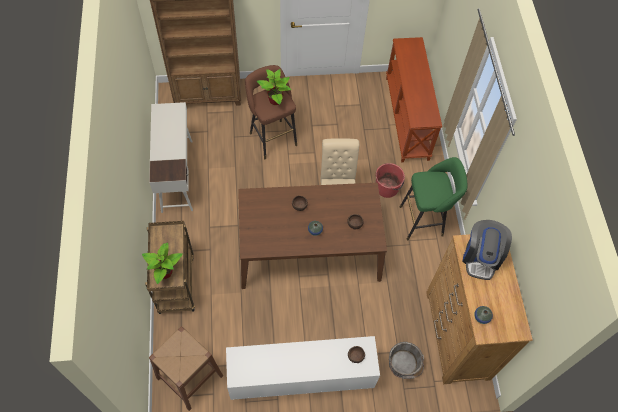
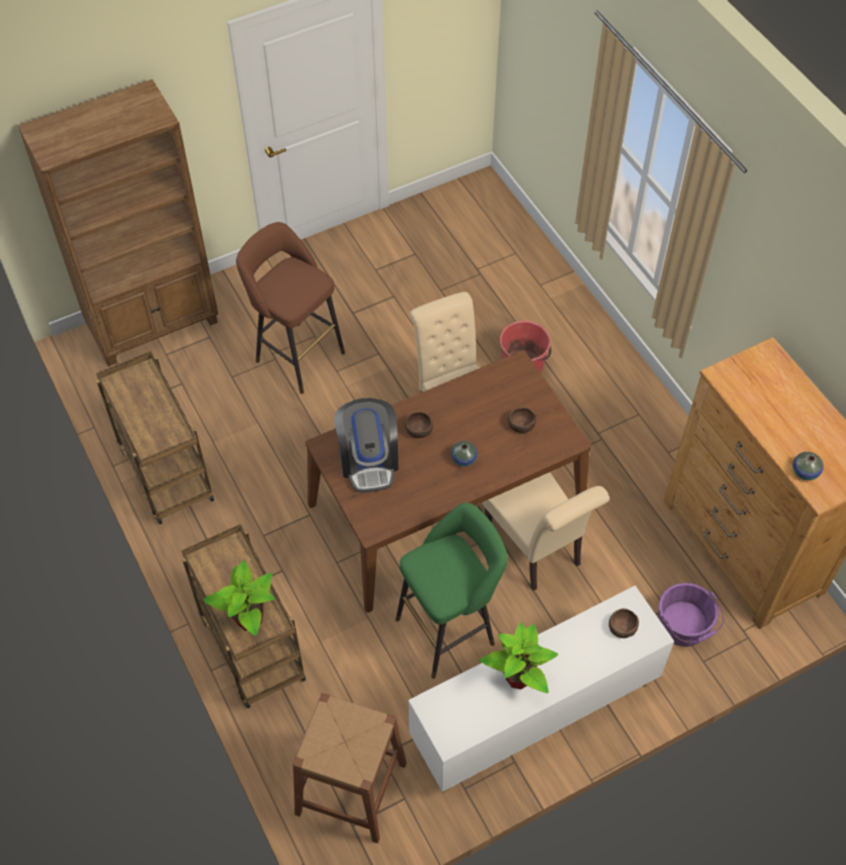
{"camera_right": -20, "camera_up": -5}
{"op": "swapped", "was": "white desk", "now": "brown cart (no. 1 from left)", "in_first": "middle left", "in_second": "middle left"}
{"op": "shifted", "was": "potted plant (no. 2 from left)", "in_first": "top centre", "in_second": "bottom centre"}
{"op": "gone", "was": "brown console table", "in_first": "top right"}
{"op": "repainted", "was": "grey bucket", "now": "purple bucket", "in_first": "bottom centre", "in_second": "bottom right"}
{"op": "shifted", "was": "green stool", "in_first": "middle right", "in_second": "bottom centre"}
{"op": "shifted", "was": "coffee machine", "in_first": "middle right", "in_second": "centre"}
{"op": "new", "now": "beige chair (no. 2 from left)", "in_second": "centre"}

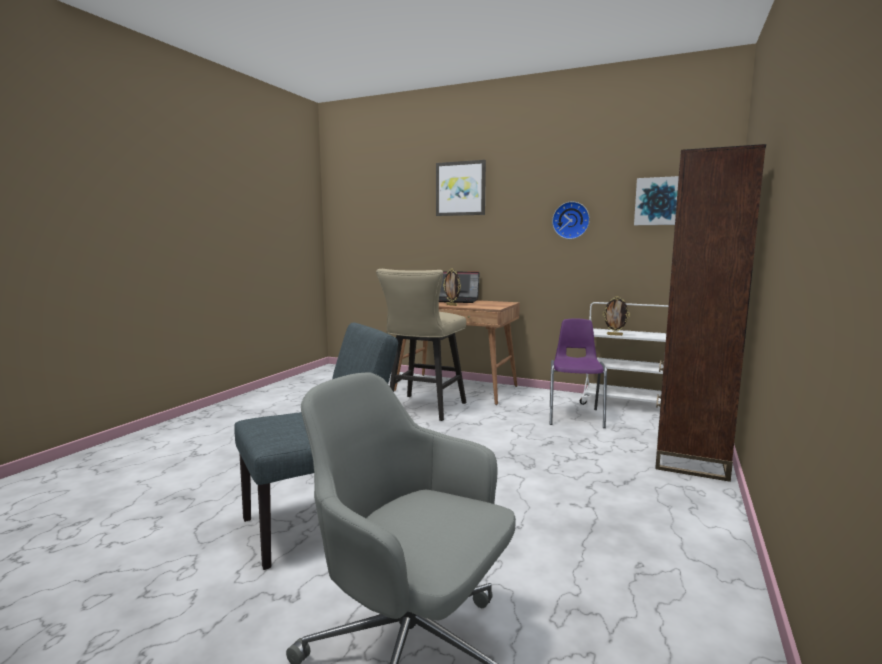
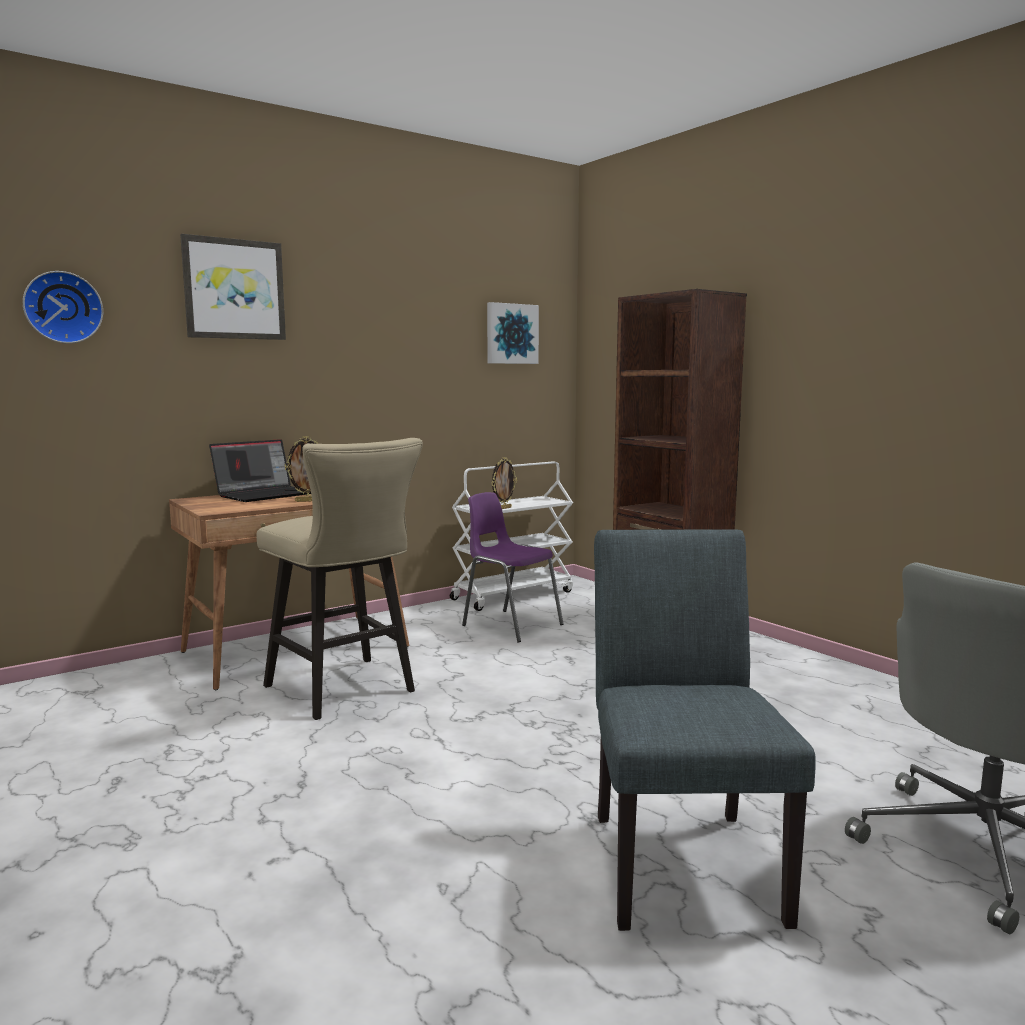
{"camera_right": -60, "camera_up": 0}
{"op": "shifted", "was": "wall clock", "in_first": "top centre", "in_second": "top left"}

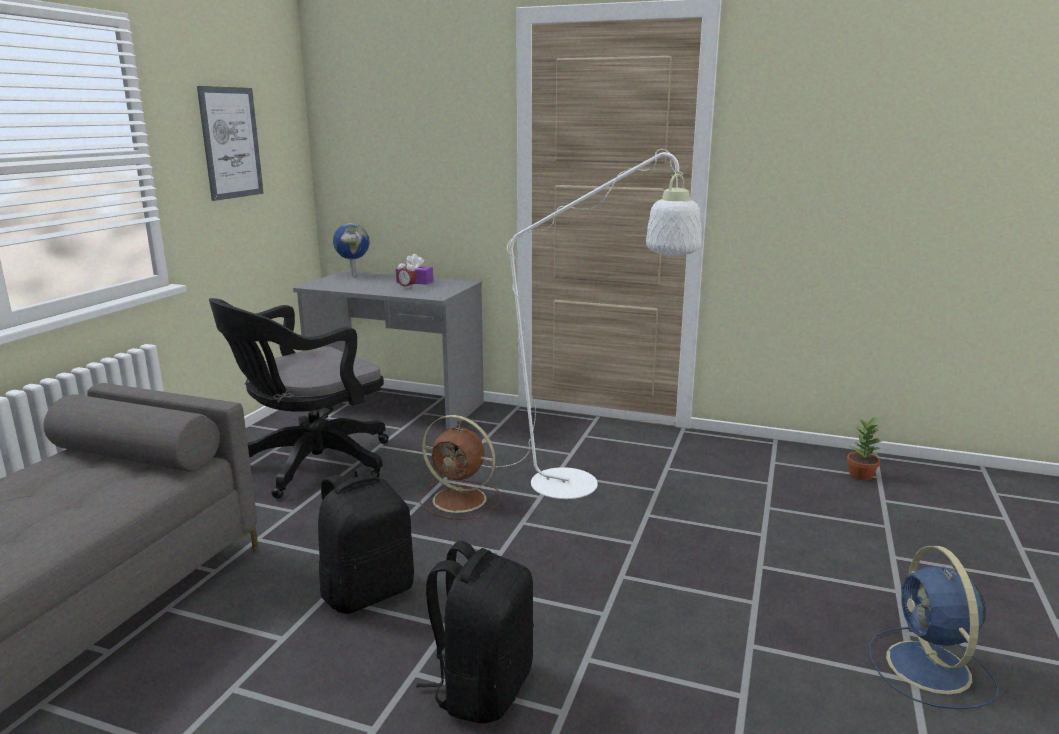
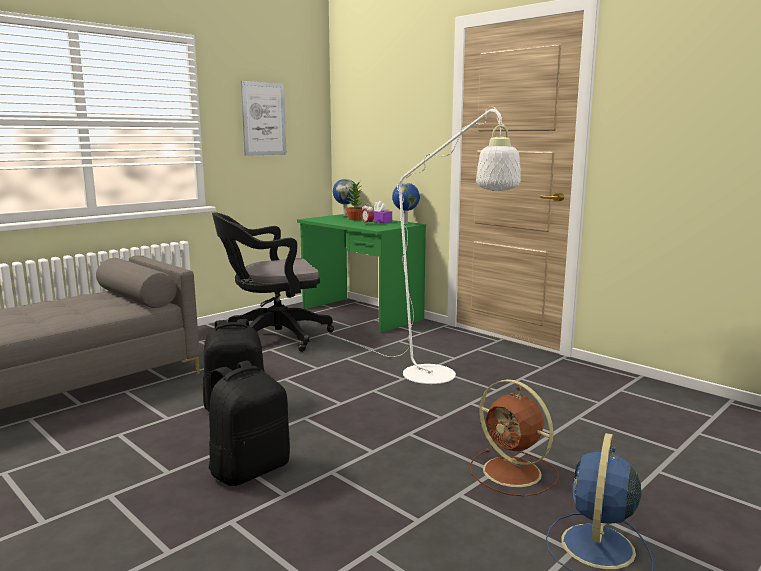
{"camera_right": 25, "camera_up": -5}
{"op": "repainted", "was": "grey desk", "now": "green desk", "in_first": "centre", "in_second": "centre"}
{"op": "shifted", "was": "brown fan", "in_first": "centre", "in_second": "bottom right"}
{"op": "shifted", "was": "potted plant", "in_first": "middle right", "in_second": "centre"}
{"op": "new", "now": "globe (no. 2 from left)", "in_second": "centre"}

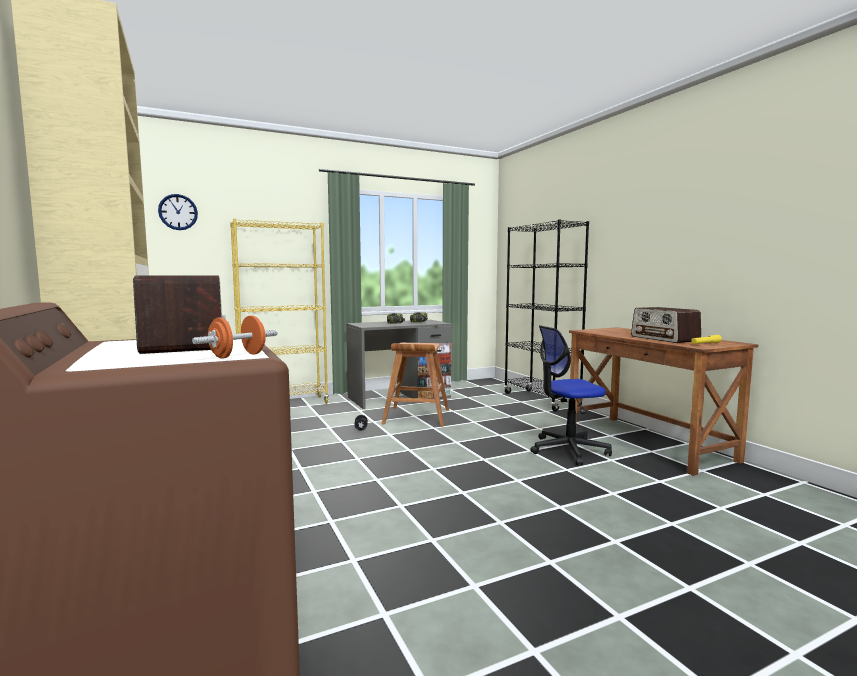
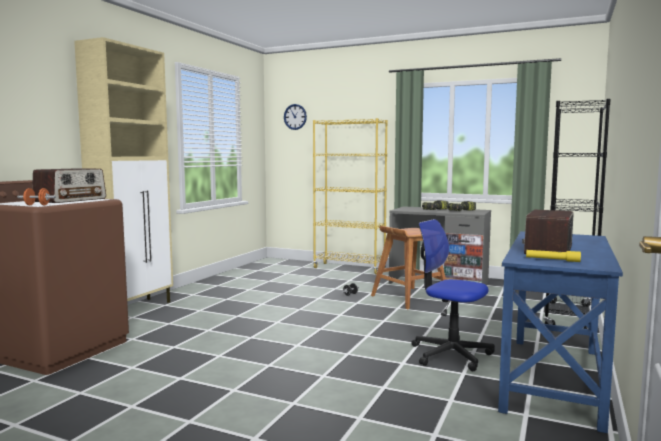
{"camera_right": 50, "camera_up": 0}
{"op": "repainted", "was": "brown desk", "now": "blue desk", "in_first": "middle right", "in_second": "bottom right"}

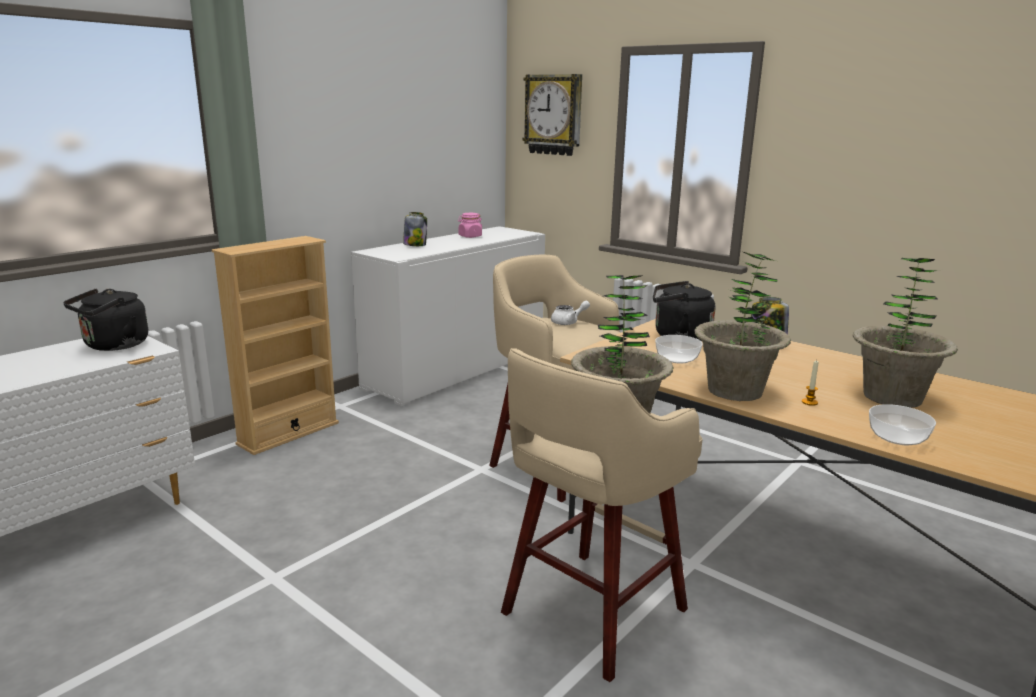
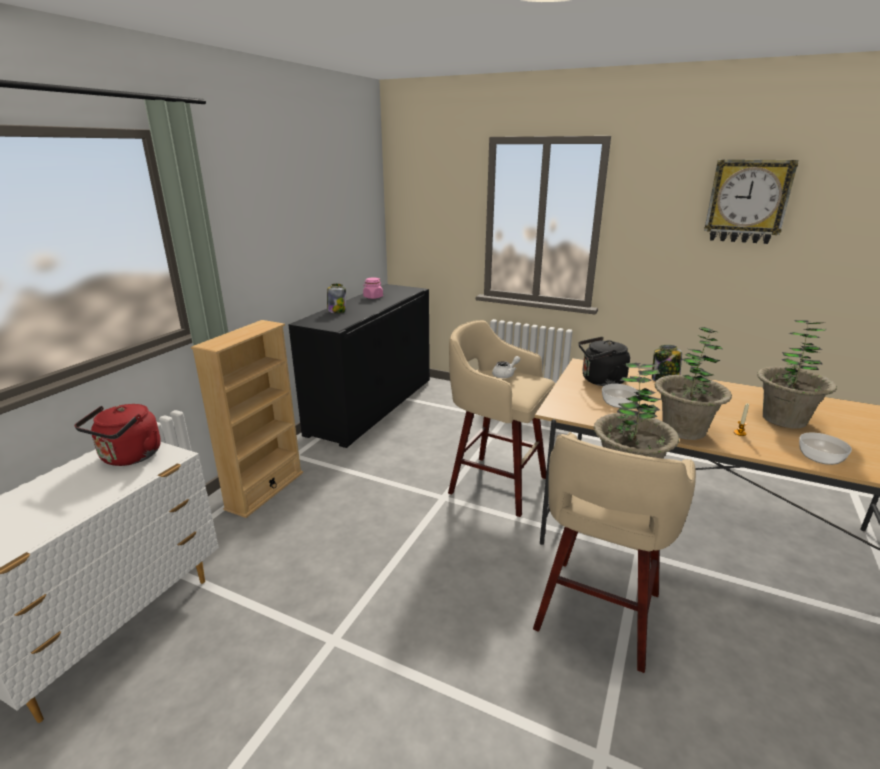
{"camera_right": -15, "camera_up": 5}
{"op": "repainted", "was": "black kettle (no. 1 from left)", "now": "red kettle", "in_first": "middle left", "in_second": "middle left"}
{"op": "repainted", "was": "white cabinet", "now": "black cabinet", "in_first": "centre", "in_second": "centre"}
{"op": "shifted", "was": "wall clock", "in_first": "top centre", "in_second": "top right"}

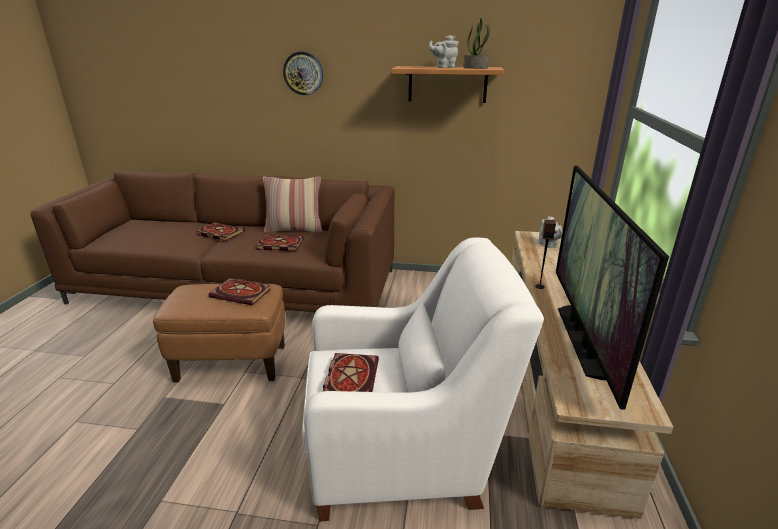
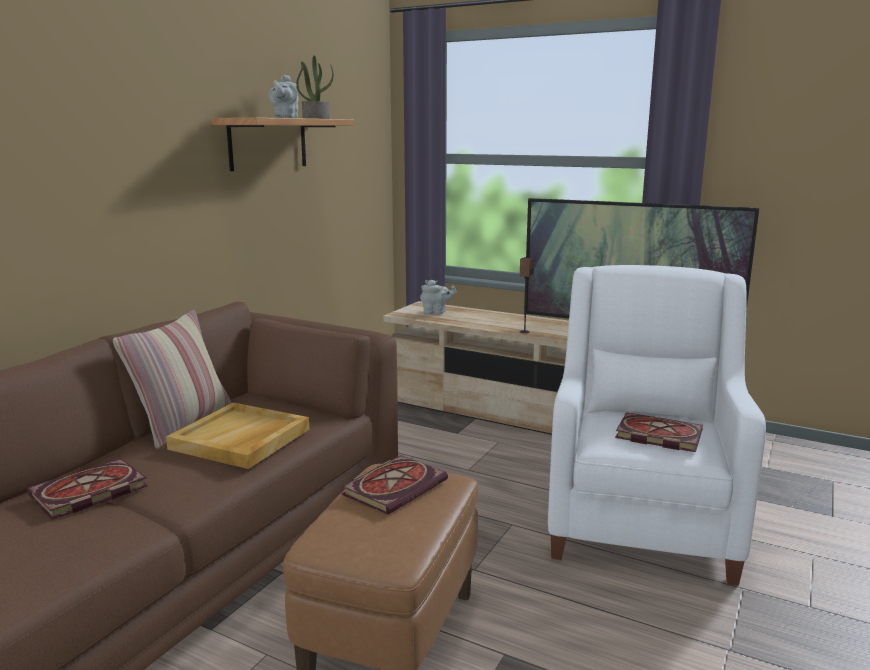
{"camera_right": -70, "camera_up": -10}
{"op": "swapped", "was": "book (no. 3 from left)", "now": "beige tray", "in_first": "centre", "in_second": "middle left"}
{"op": "gone", "was": "wall clock", "in_first": "top centre"}

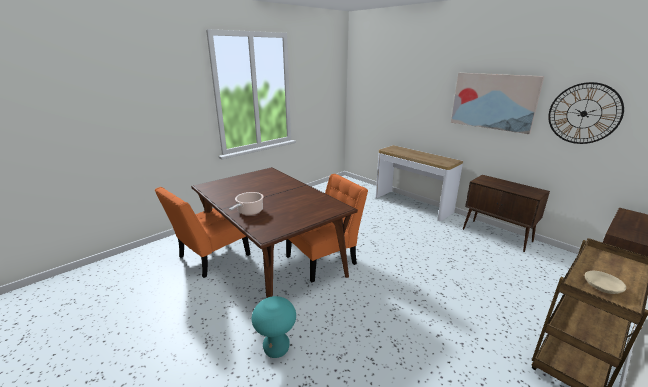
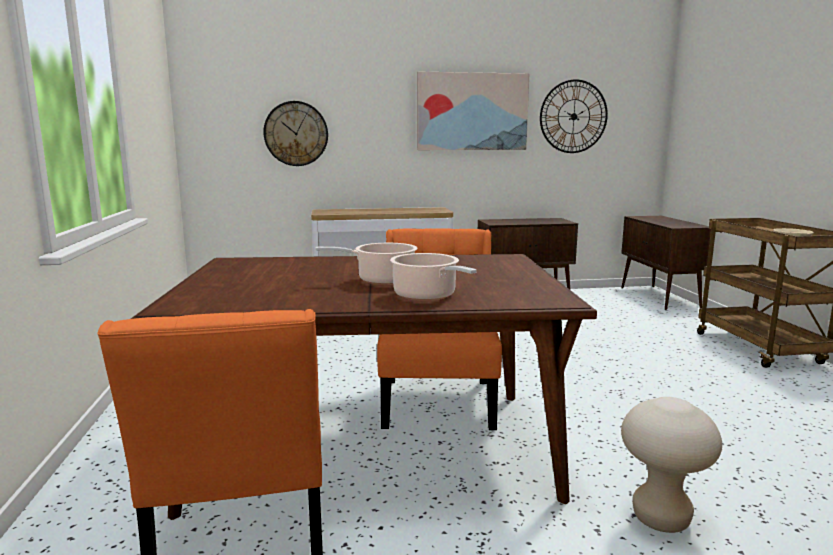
{"camera_right": -55, "camera_up": -10}
{"op": "repainted", "was": "turquoise stool", "now": "beige stool", "in_first": "bottom centre", "in_second": "bottom right"}
{"op": "new", "now": "wall clock (no. 1 from left)", "in_second": "top centre"}
{"op": "new", "now": "cooking pot (no. 1 from left)", "in_second": "centre"}

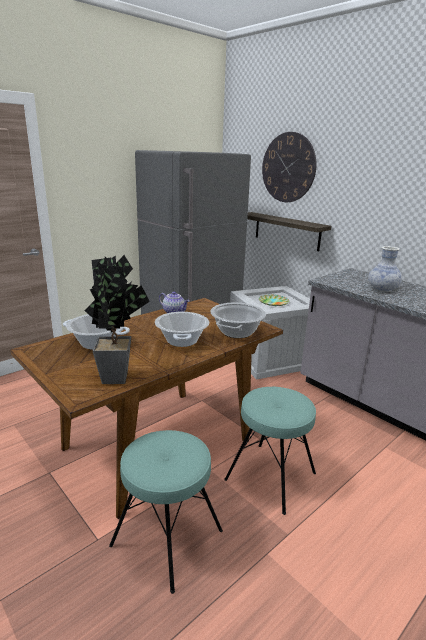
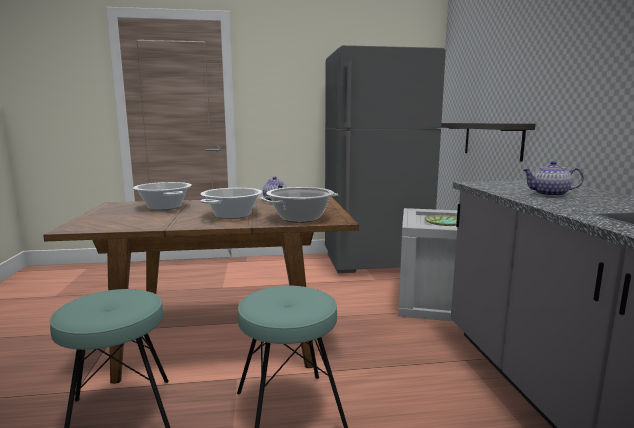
{"camera_right": 35, "camera_up": -10}
{"op": "gone", "was": "potted plant", "in_first": "middle left"}
{"op": "gone", "was": "wall clock", "in_first": "top right"}
{"op": "swapped", "was": "vase", "now": "teapot (no. 2 from left)", "in_first": "middle right", "in_second": "middle right"}

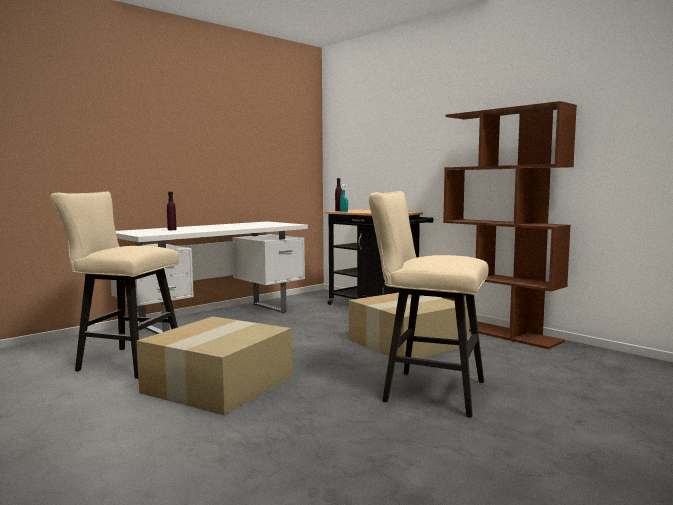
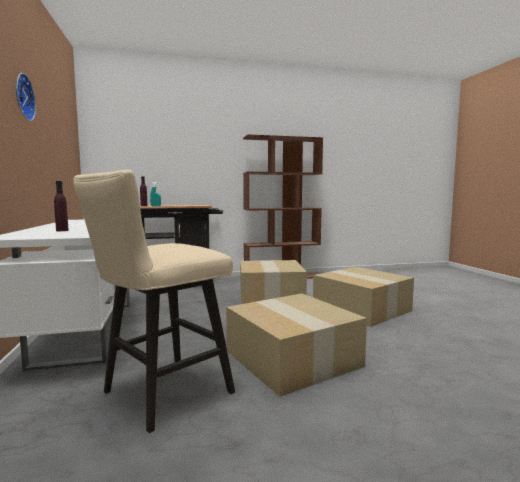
{"camera_right": -60, "camera_up": 0}
{"op": "swapped", "was": "beige stool (no. 2 from left)", "now": "cardboard box (no. 3 from left)", "in_first": "centre", "in_second": "middle right"}
{"op": "new", "now": "wall clock", "in_second": "top left"}

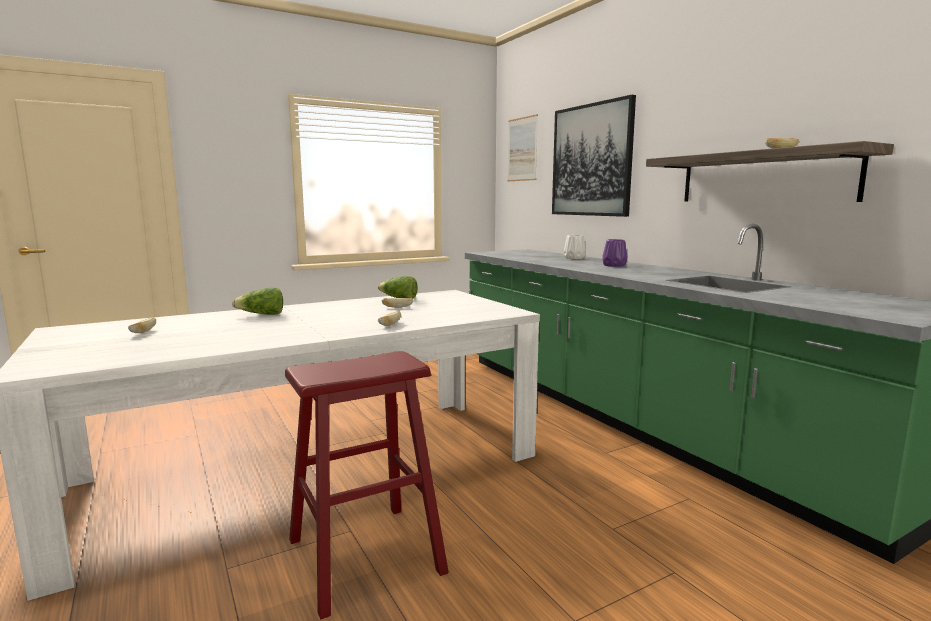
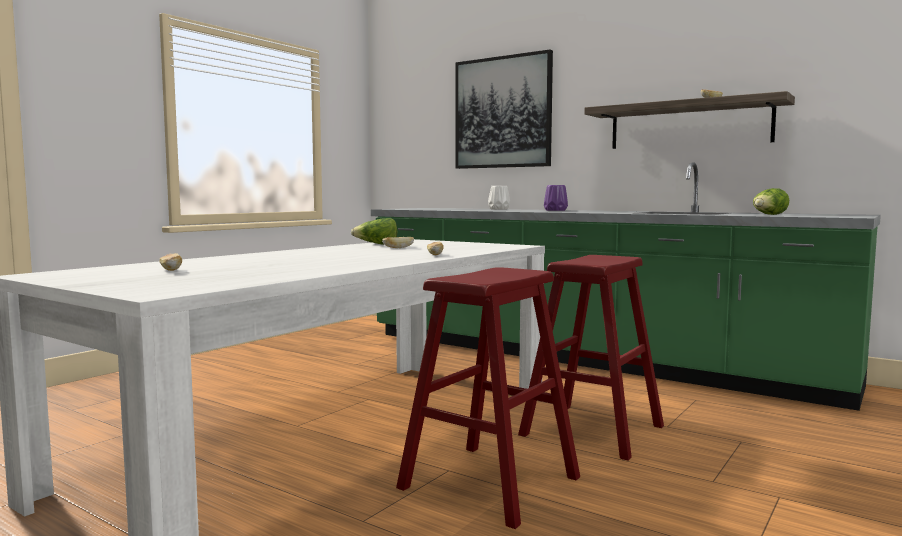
{"camera_right": -25, "camera_up": -5}
{"op": "shifted", "was": "lettuce (no. 1 from left in the first image)", "now": "lettuce (no. 2 from left)", "in_first": "middle left", "in_second": "middle right"}
{"op": "gone", "was": "picture (no. 1 from left)", "in_first": "top centre"}
{"op": "new", "now": "red stool (no. 2 from left)", "in_second": "bottom centre"}

